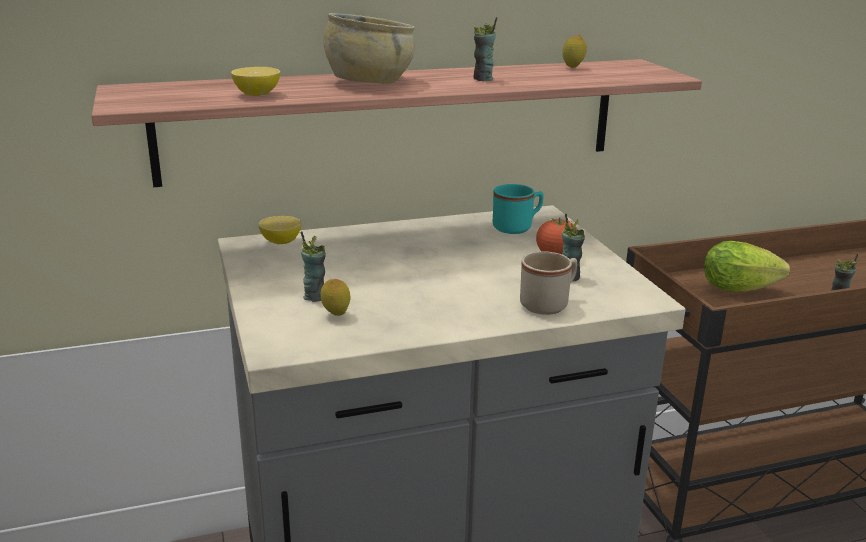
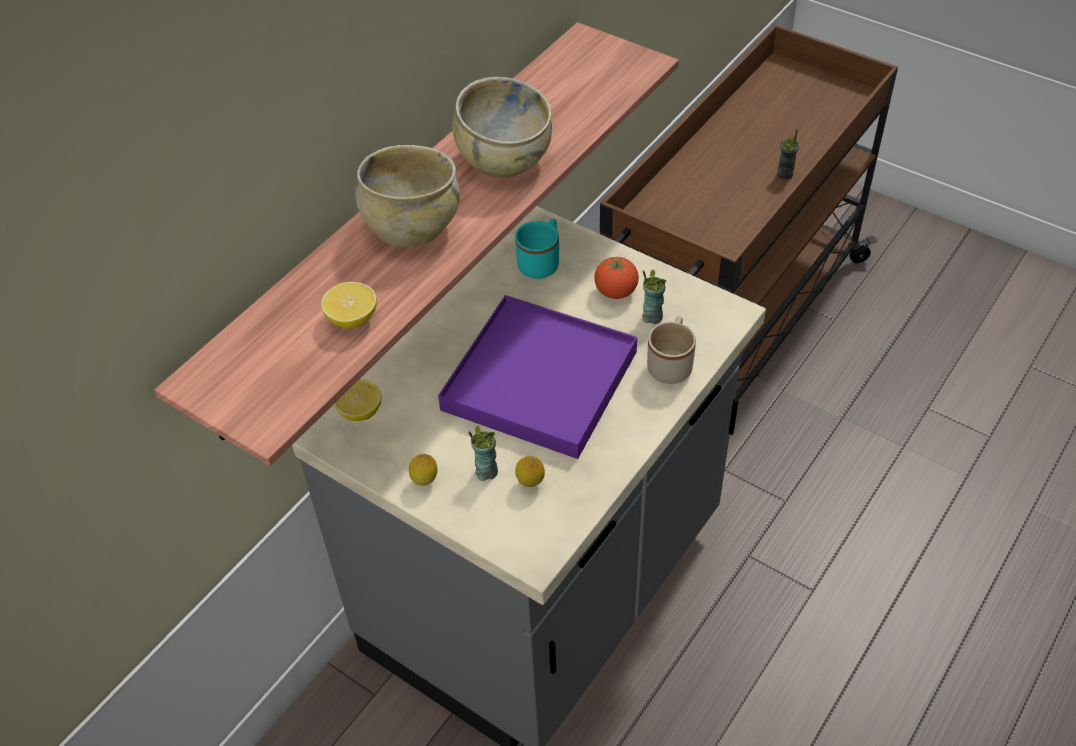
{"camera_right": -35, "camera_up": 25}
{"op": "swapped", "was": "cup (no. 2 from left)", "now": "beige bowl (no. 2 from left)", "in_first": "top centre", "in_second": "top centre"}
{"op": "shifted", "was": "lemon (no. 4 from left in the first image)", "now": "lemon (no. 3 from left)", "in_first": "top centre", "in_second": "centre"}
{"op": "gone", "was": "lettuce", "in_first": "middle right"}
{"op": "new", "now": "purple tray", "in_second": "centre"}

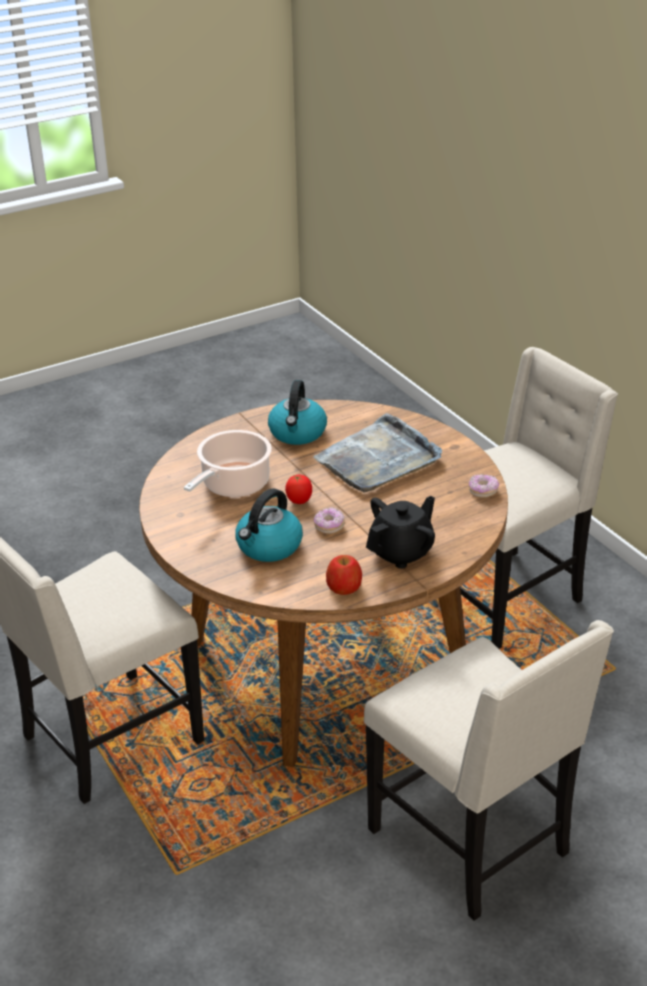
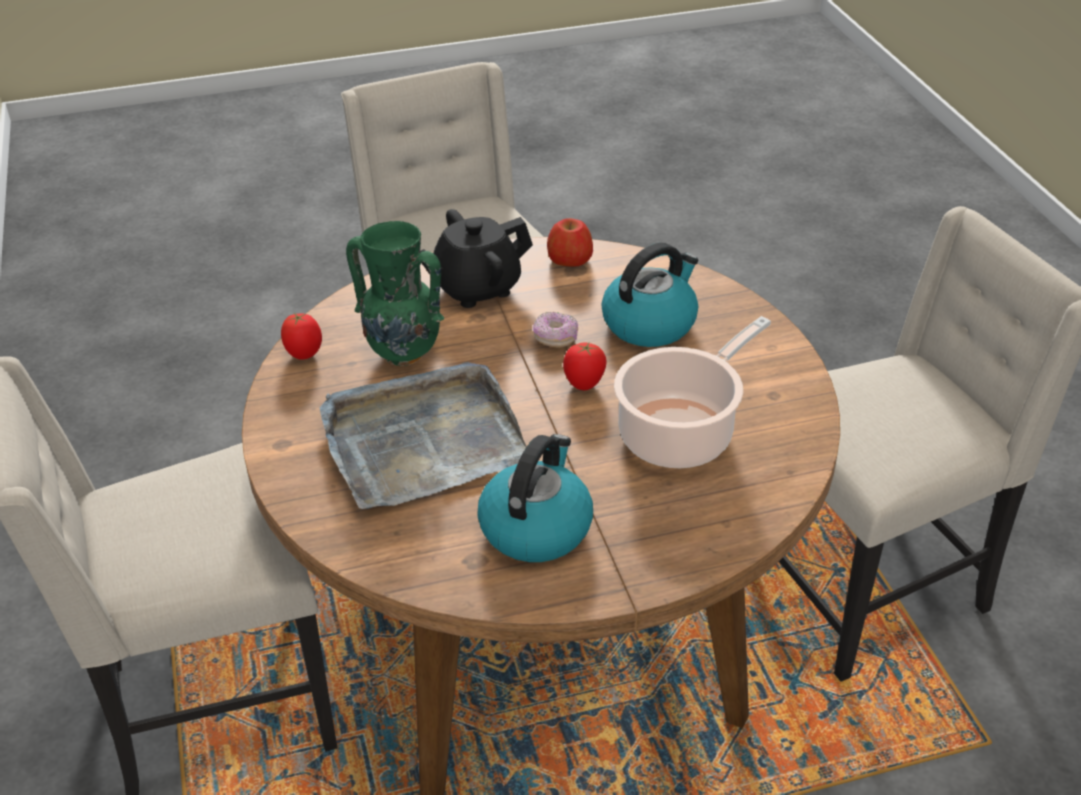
{"camera_right": -165, "camera_up": 5}
{"op": "swapped", "was": "donut (no. 2 from left)", "now": "tomato (no. 1 from left)", "in_first": "middle right", "in_second": "middle left"}
{"op": "new", "now": "green vase", "in_second": "centre"}

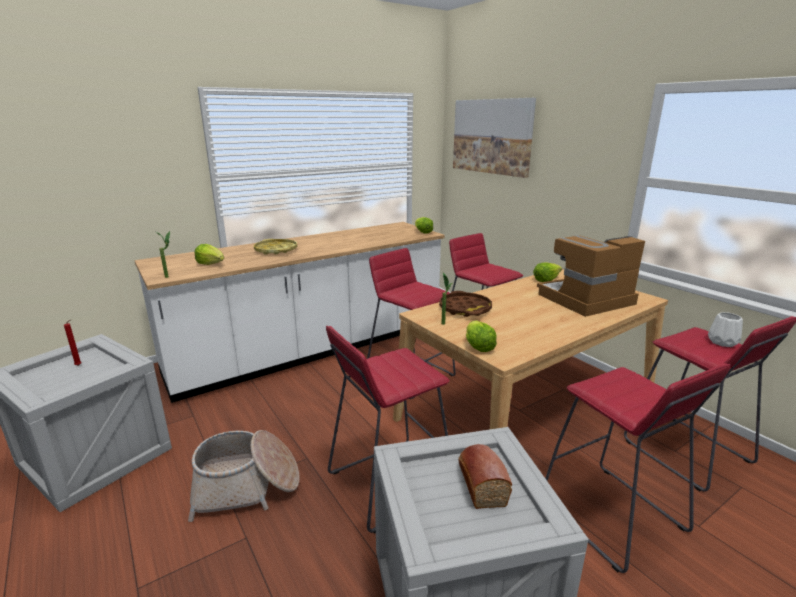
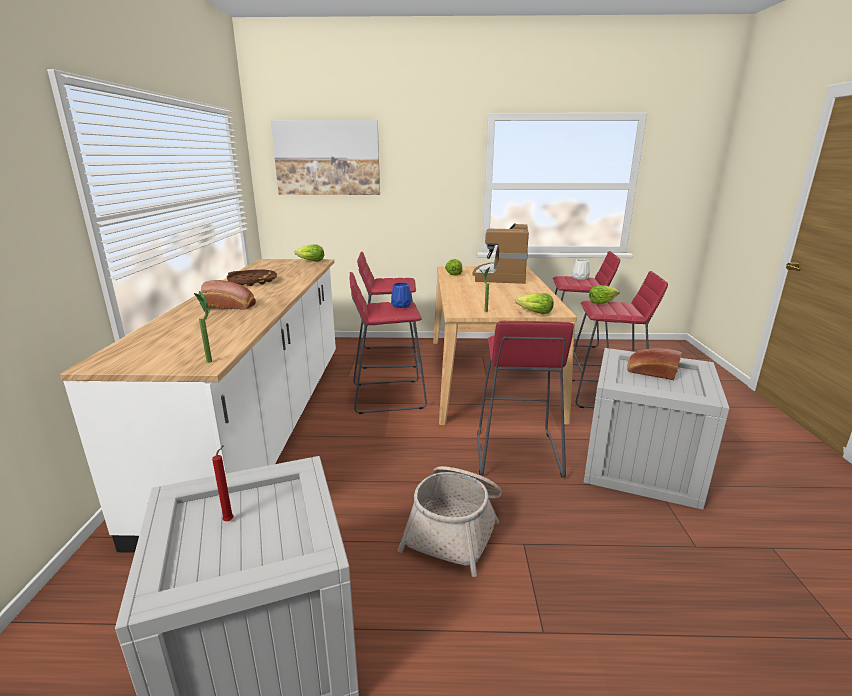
{"camera_right": -55, "camera_up": 0}
{"op": "shifted", "was": "lettuce (no. 1 from left in the first image)", "now": "lettuce (no. 4 from left)", "in_first": "middle left", "in_second": "middle right"}
{"op": "swapped", "was": "yellow tray", "now": "bread (no. 1 from left)", "in_first": "centre", "in_second": "middle left"}
{"op": "shifted", "was": "brown tray", "in_first": "centre", "in_second": "middle left"}
{"op": "new", "now": "blue vase", "in_second": "centre"}

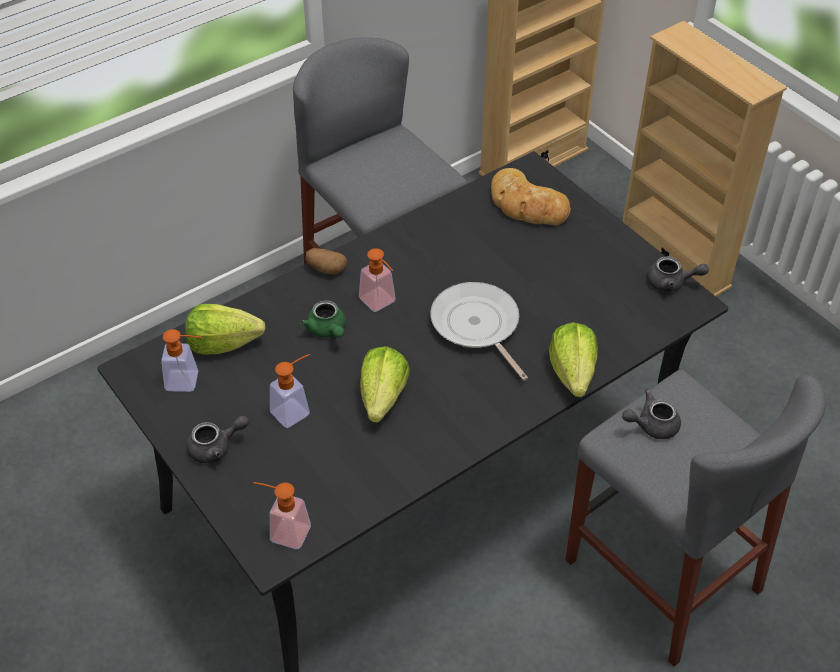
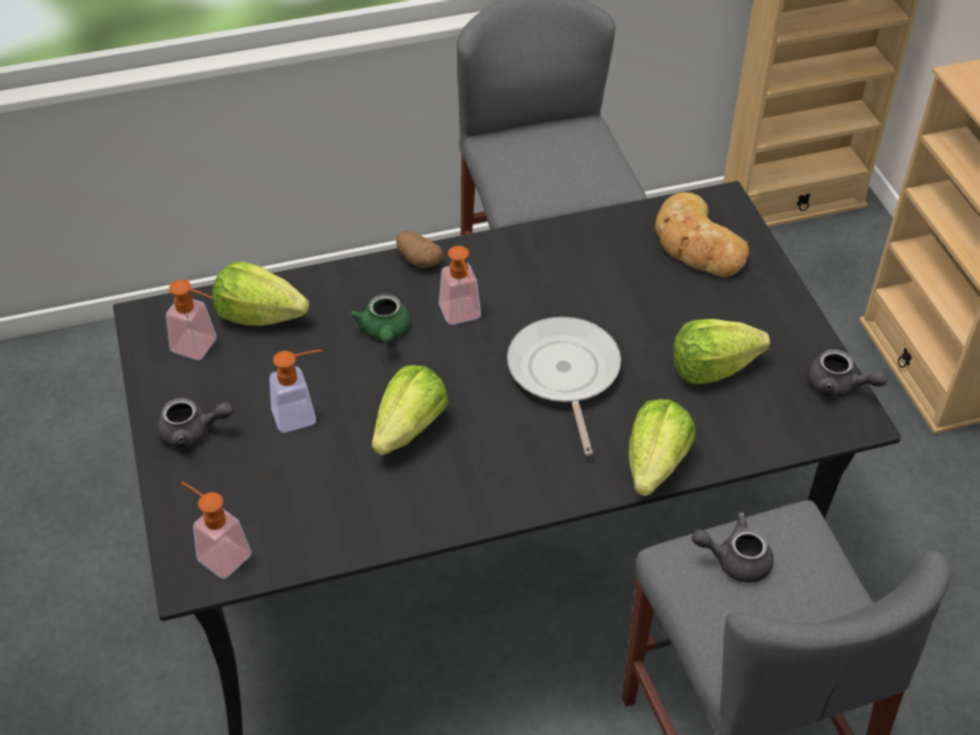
{"camera_right": 20, "camera_up": 0}
{"op": "new", "now": "lettuce (no. 4 from left)", "in_second": "middle right"}

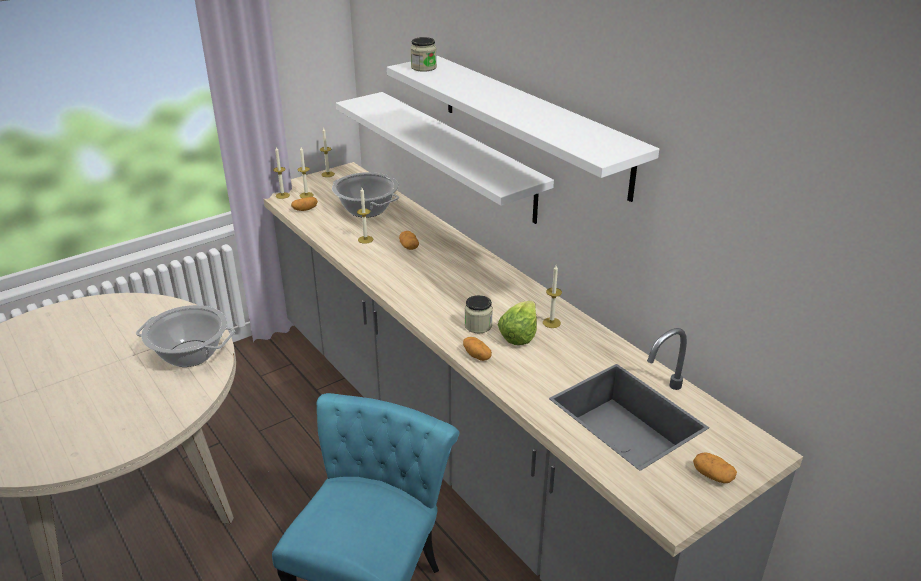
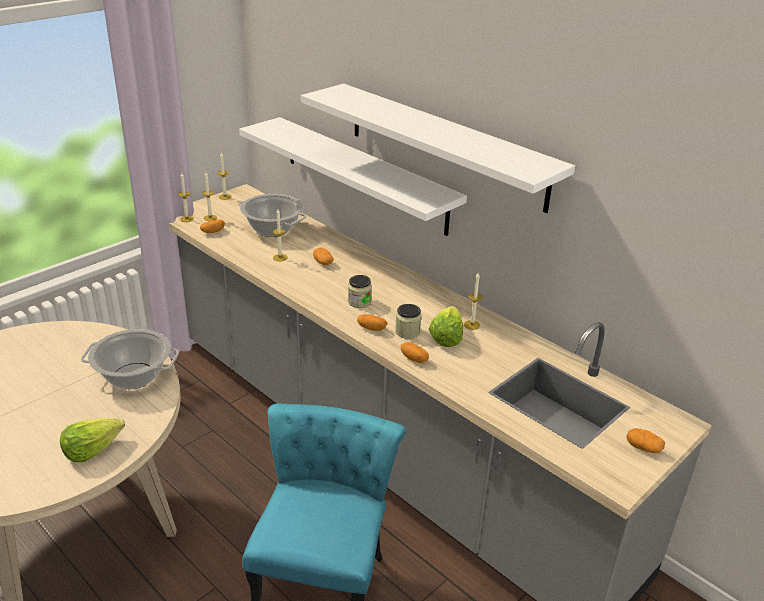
{"camera_right": -10, "camera_up": 0}
{"op": "shifted", "was": "jar (no. 1 from left)", "in_first": "top centre", "in_second": "centre"}
{"op": "new", "now": "lettuce (no. 1 from left)", "in_second": "bottom left"}
{"op": "new", "now": "potato (no. 3 from left)", "in_second": "centre"}

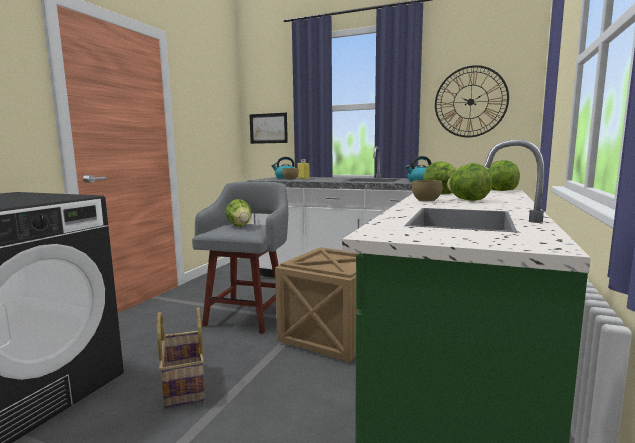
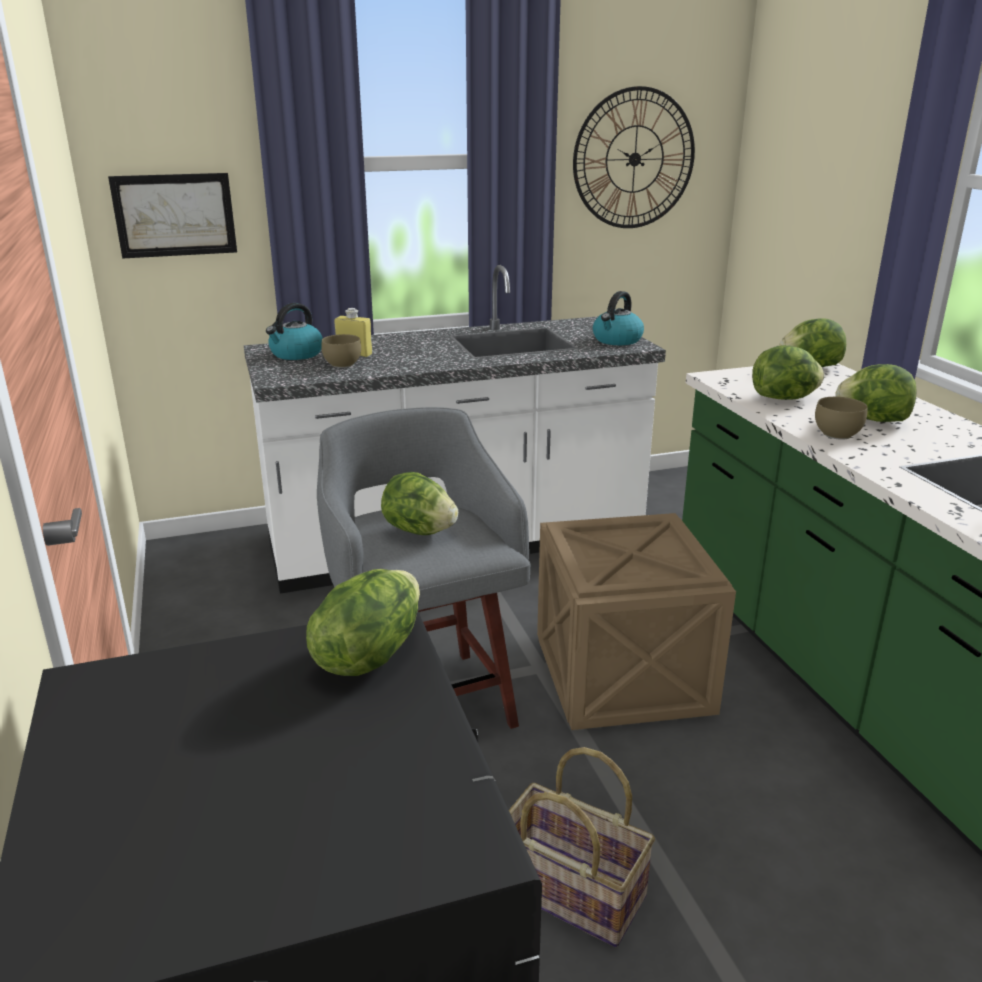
{"camera_right": -40, "camera_up": 15}
{"op": "new", "now": "lettuce (no. 1 from left)", "in_second": "centre"}

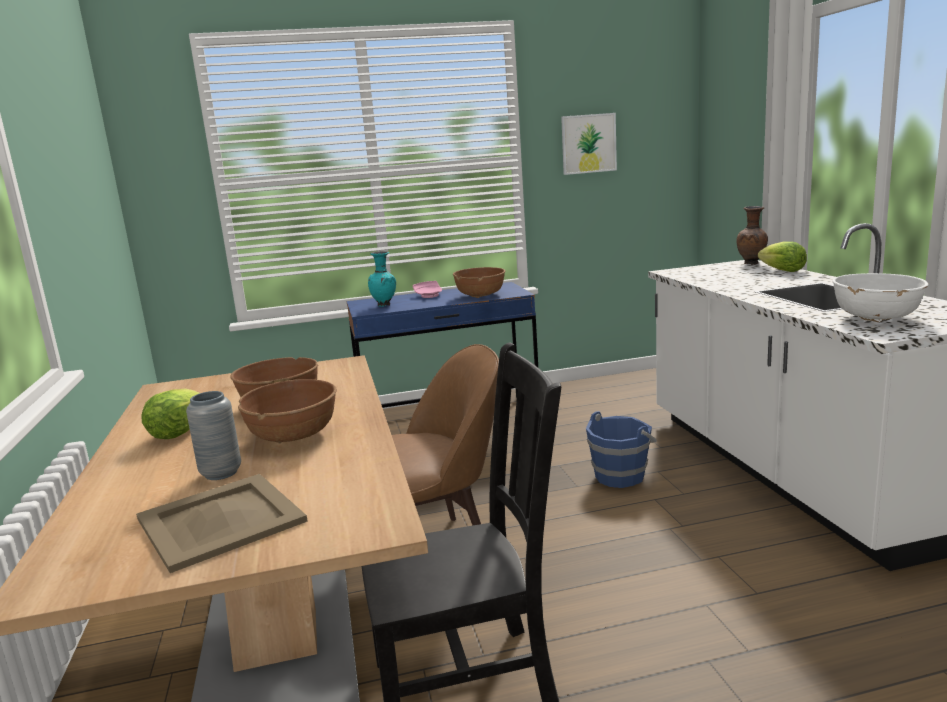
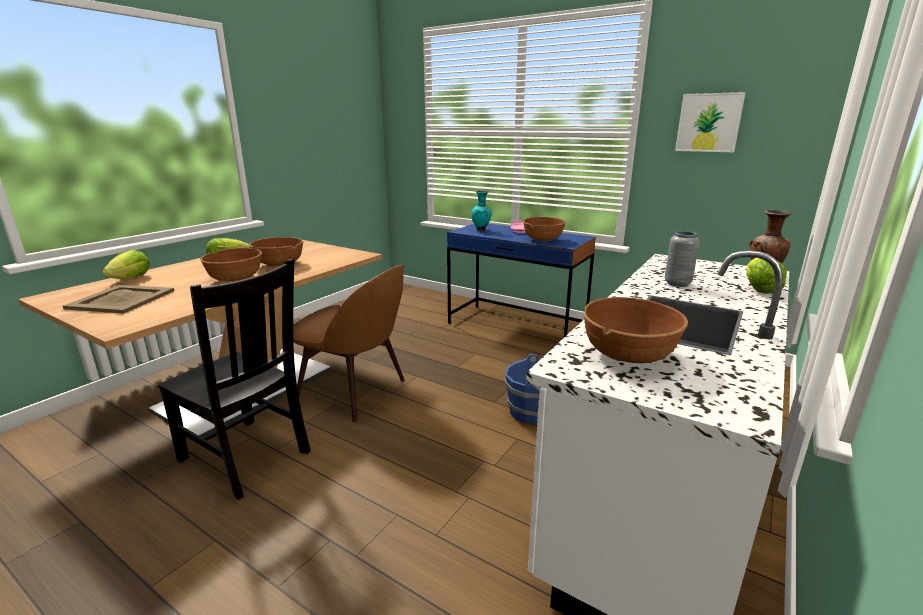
{"camera_right": 45, "camera_up": 5}
{"op": "shifted", "was": "grey vase", "in_first": "middle left", "in_second": "middle right"}
{"op": "repainted", "was": "white bowl", "now": "brown bowl (no. 4 from left)", "in_first": "middle right", "in_second": "middle right"}
{"op": "new", "now": "lettuce (no. 1 from left)", "in_second": "middle left"}

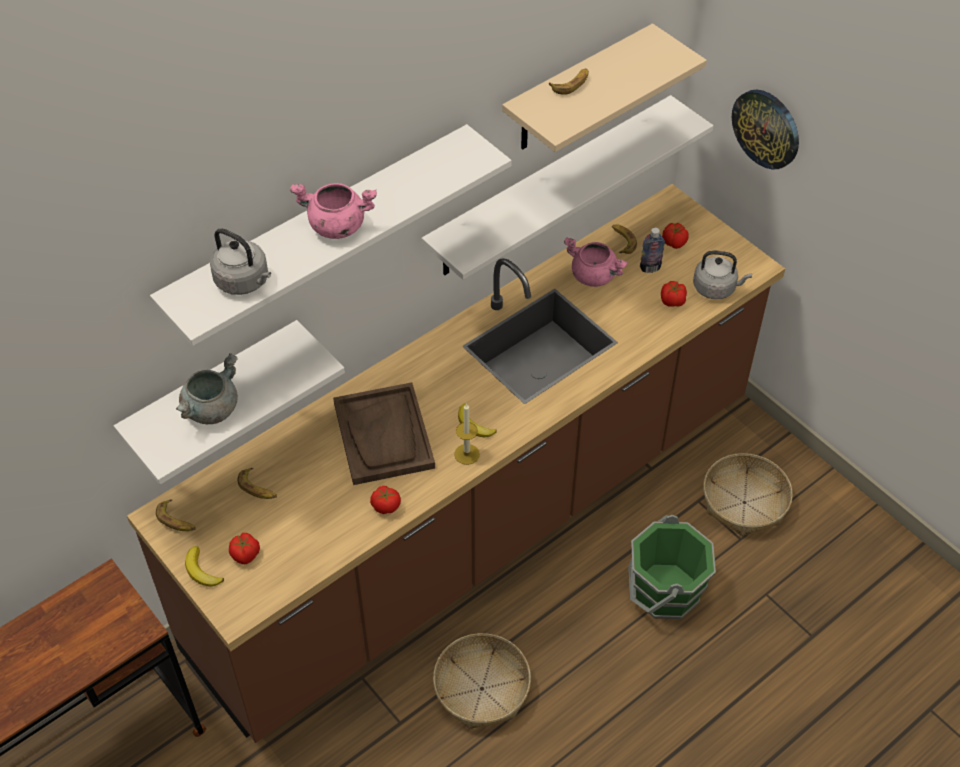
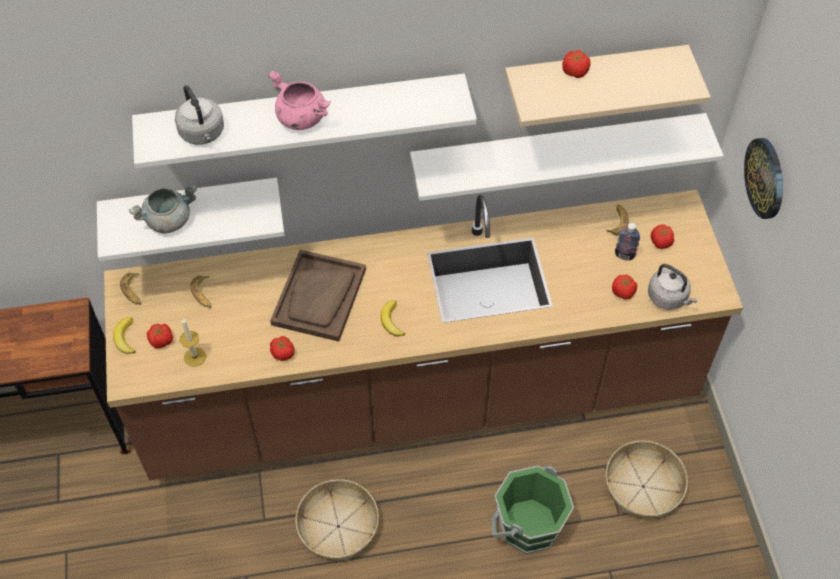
{"camera_right": 30, "camera_up": 5}
{"op": "shifted", "was": "candle", "in_first": "centre", "in_second": "middle left"}
{"op": "swapped", "was": "banana (no. 5 from left)", "now": "tomato (no. 3 from left)", "in_first": "top centre", "in_second": "top right"}
{"op": "gone", "was": "pink cooking pot (no. 2 from left)", "in_first": "centre"}

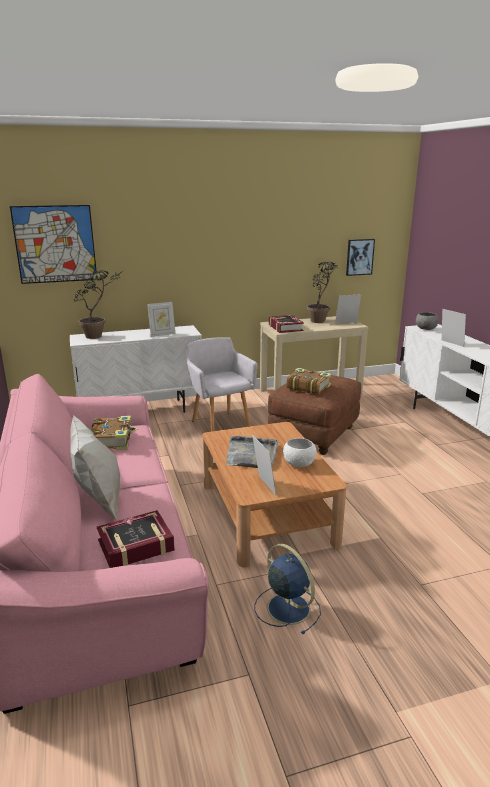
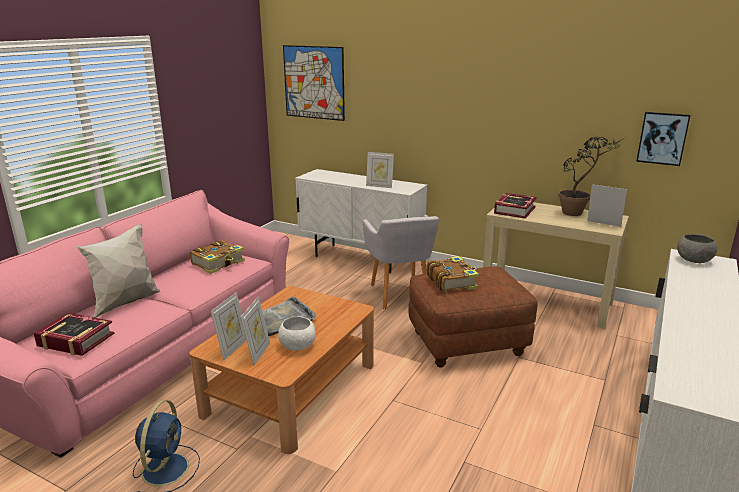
{"camera_right": 45, "camera_up": 0}
{"op": "gone", "was": "potted plant (no. 1 from left)", "in_first": "middle left"}
{"op": "rotated", "was": "grey armchair", "in_first": "centre", "in_second": "centre", "clockwise": 150}
{"op": "shifted", "was": "picture frame (no. 4 from left in the first image)", "now": "picture frame (no. 2 from left)", "in_first": "middle right", "in_second": "bottom centre"}

